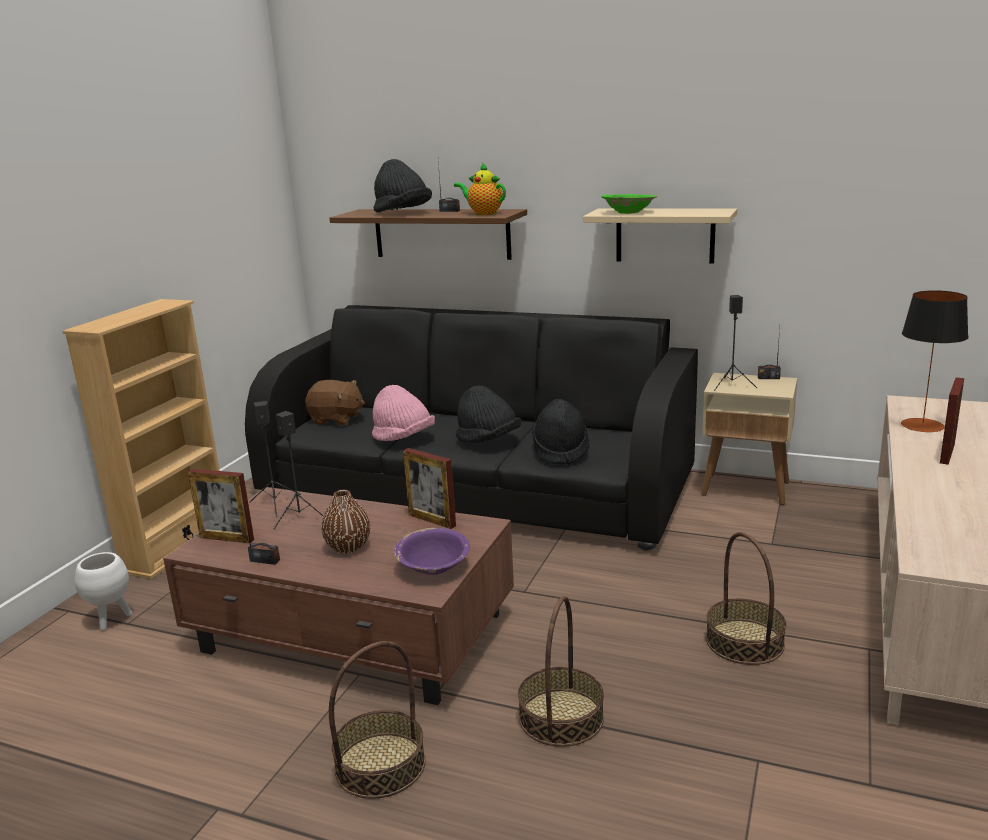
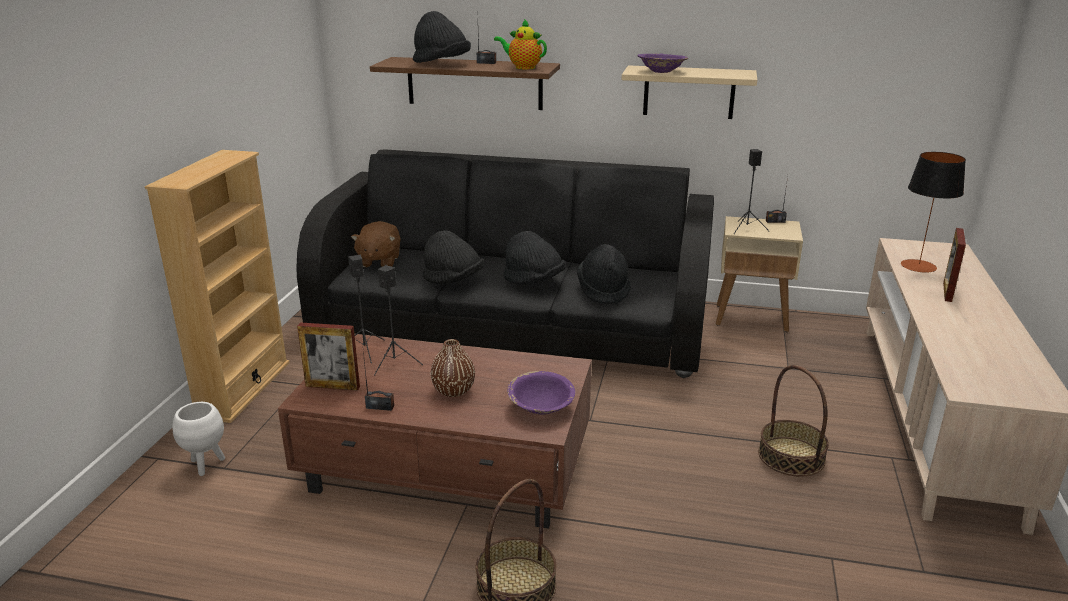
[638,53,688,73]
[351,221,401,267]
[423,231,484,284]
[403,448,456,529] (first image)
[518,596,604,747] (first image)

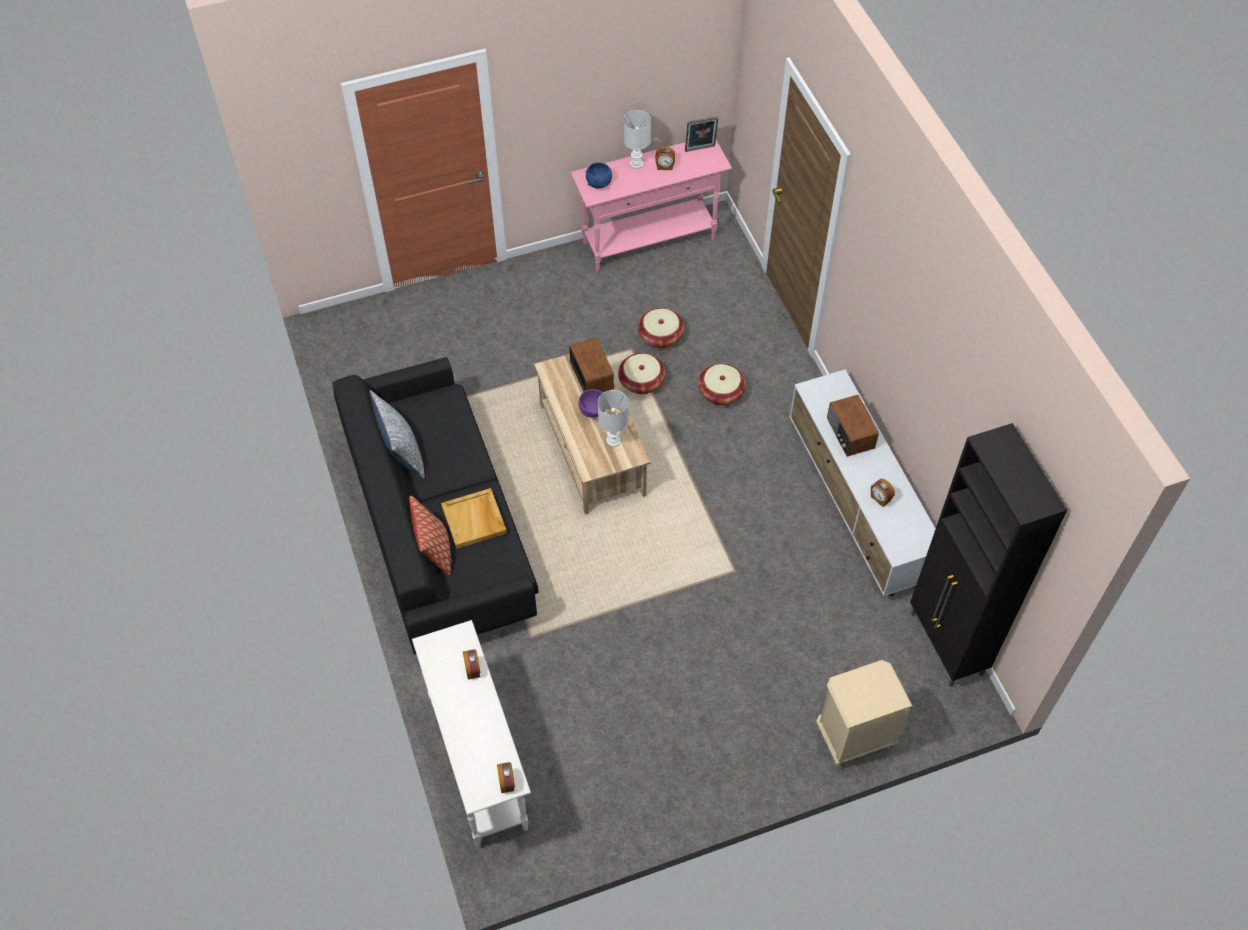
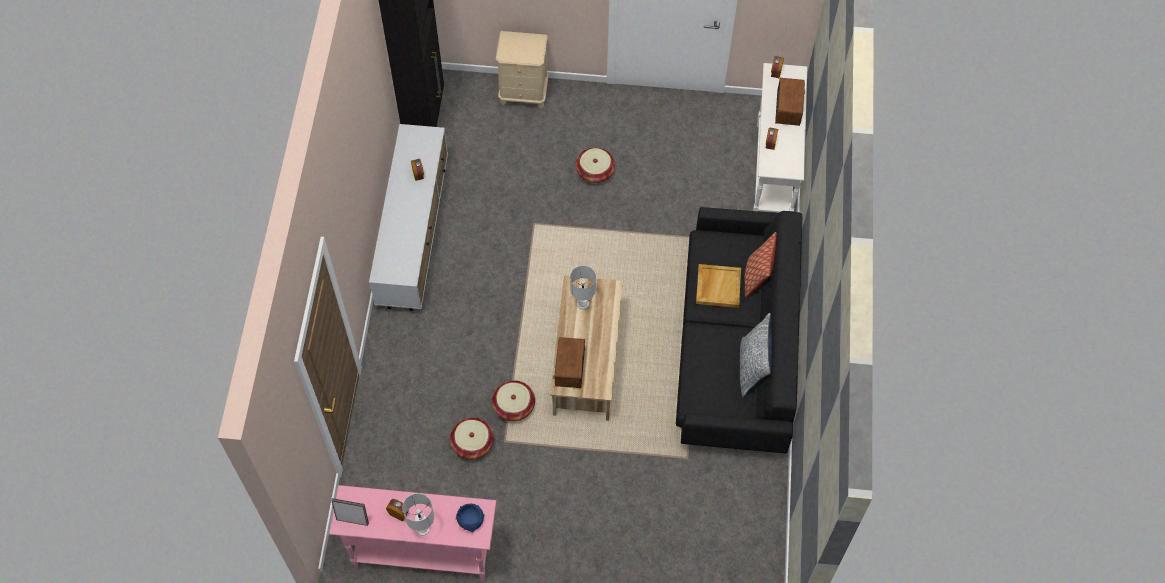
[575,148,615,183]
[579,389,605,418] (first image)
[775,78,805,126]

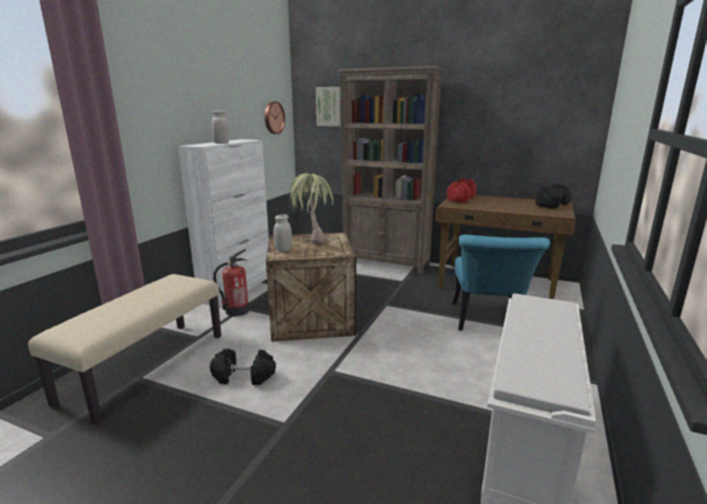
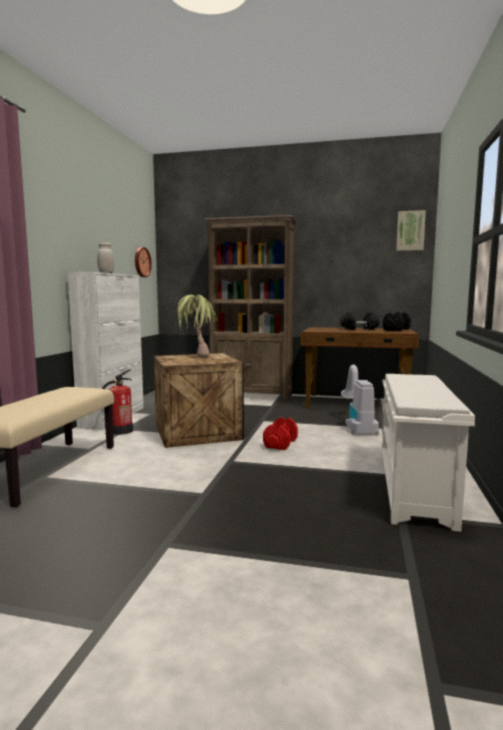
[396,210,426,251]
[263,417,298,450]
[273,214,292,252] (first image)
[341,365,379,434]
[340,312,379,330]

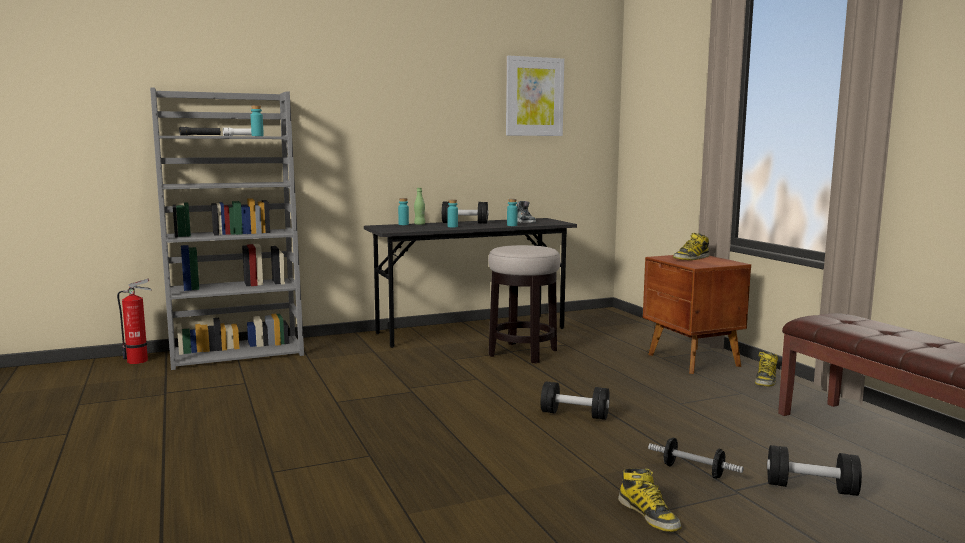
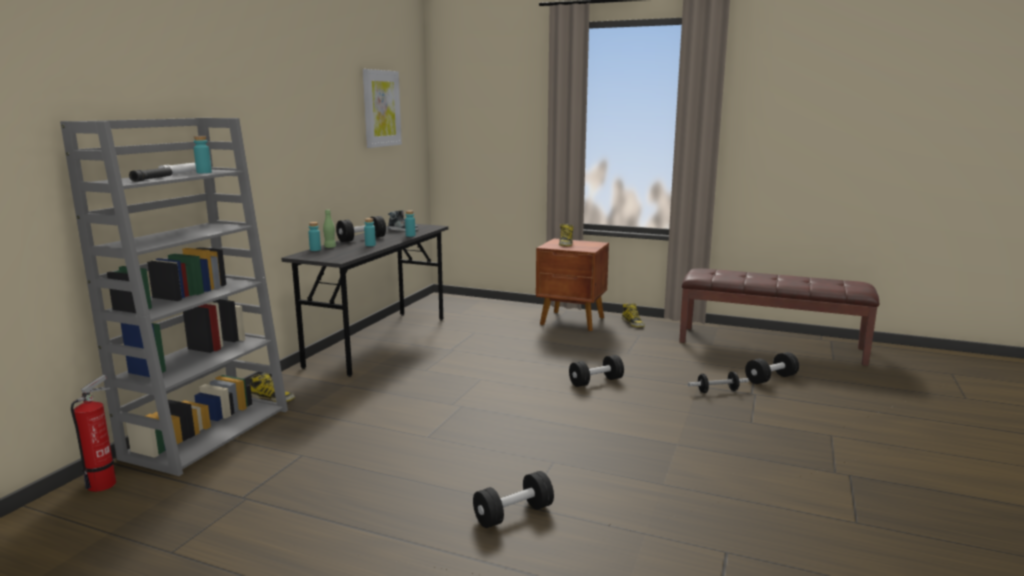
[488,245,561,364] (first image)
[250,373,295,402]
[473,471,554,528]

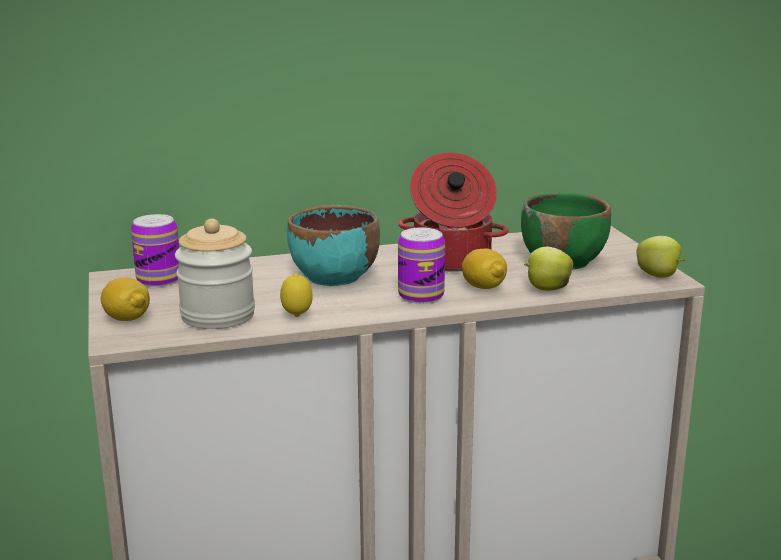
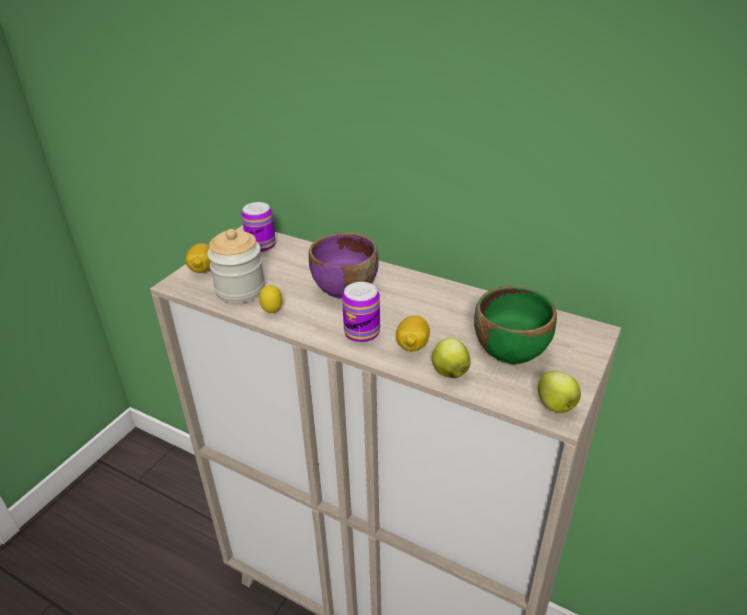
[398,153,508,272] (first image)
[309,232,379,299]

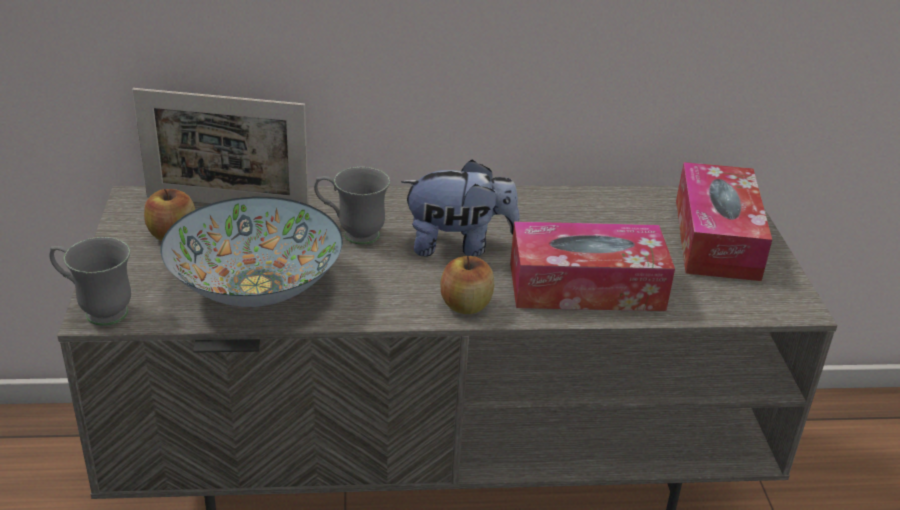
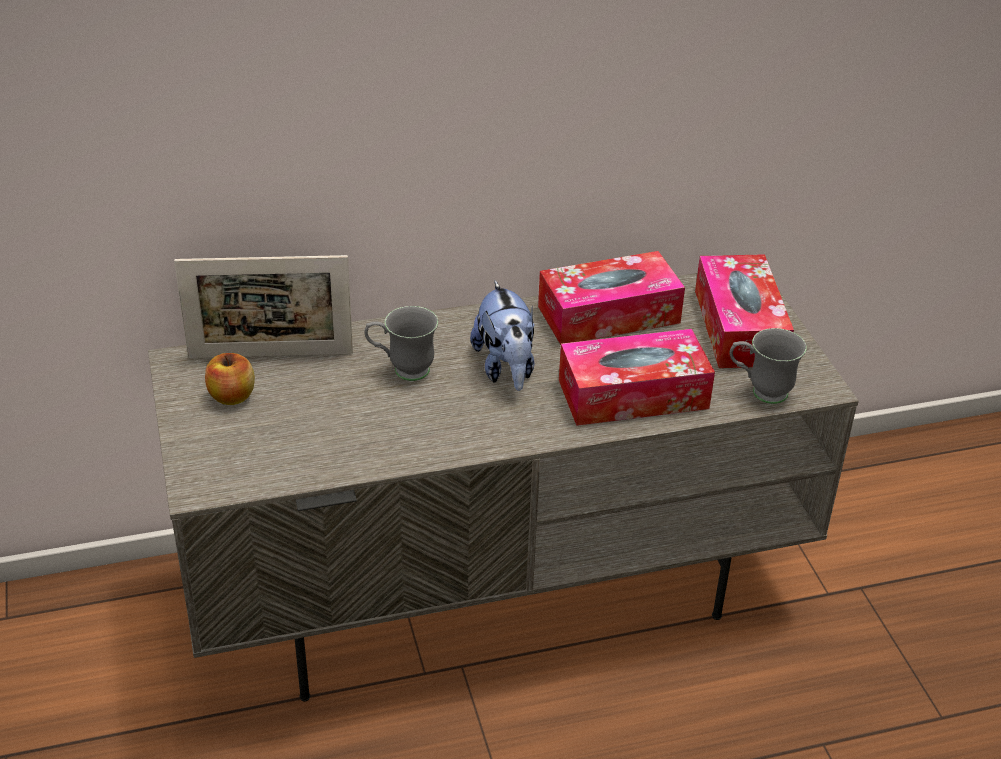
[470,281,535,391]
[161,196,343,307] (first image)
[730,328,807,404]
[440,256,494,314] (first image)
[538,251,685,345]

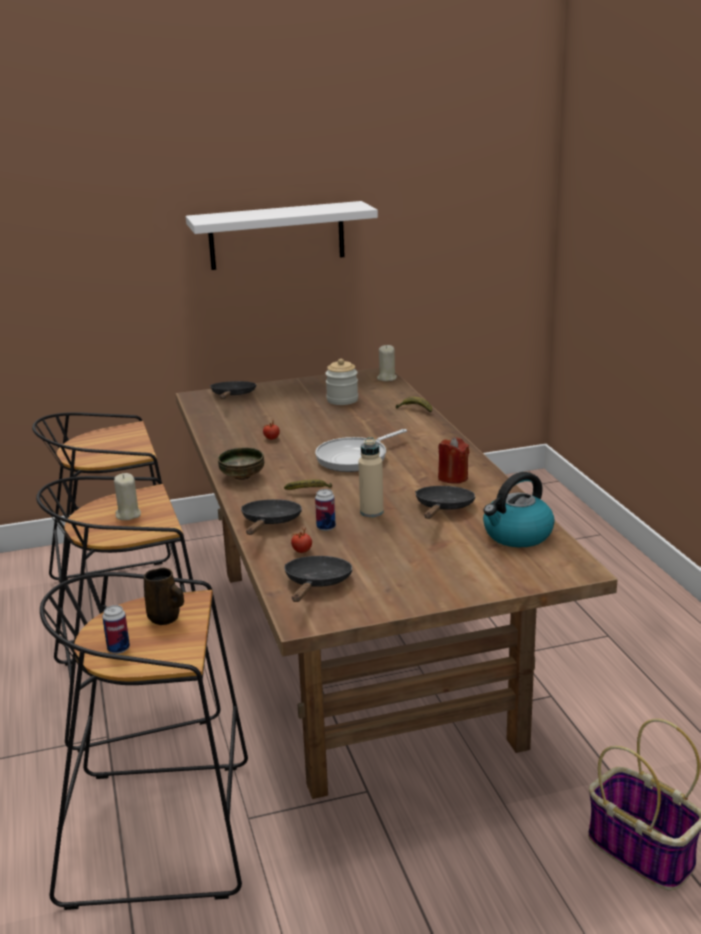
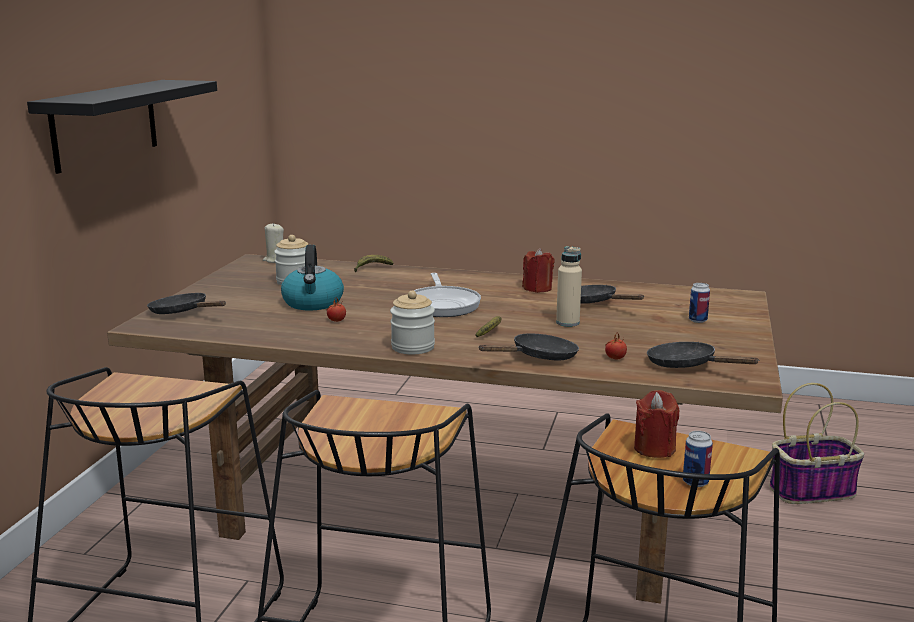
[27,80,217,174]
[390,291,435,354]
[281,245,344,310]
[114,473,141,520] (first image)
[689,283,710,323]
[478,333,579,360]
[634,390,679,458]

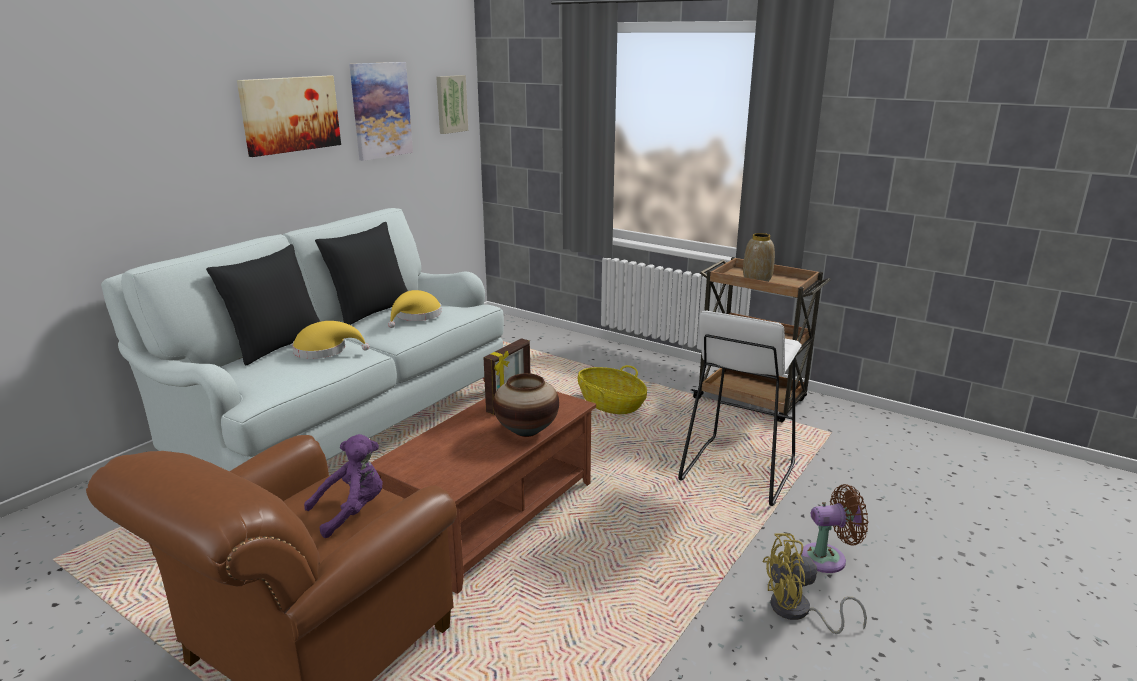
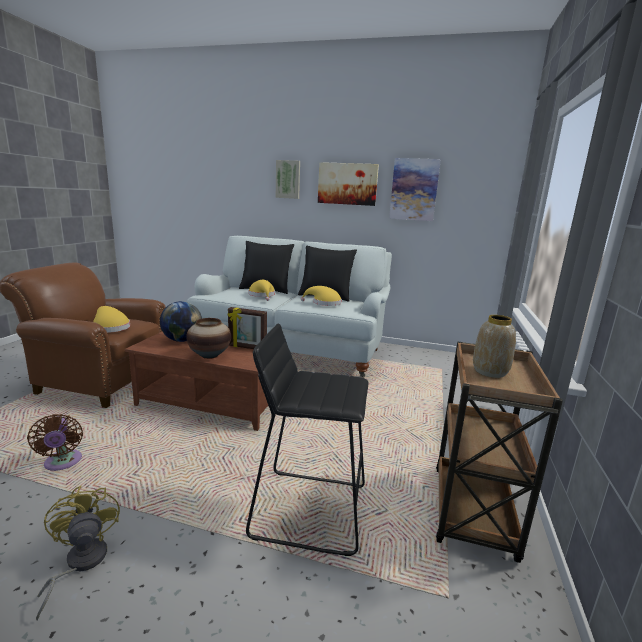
[276,160,300,199]
[246,323,369,556]
[578,365,647,414] (first image)
[93,306,130,333]
[27,414,83,471]
[160,301,202,342]

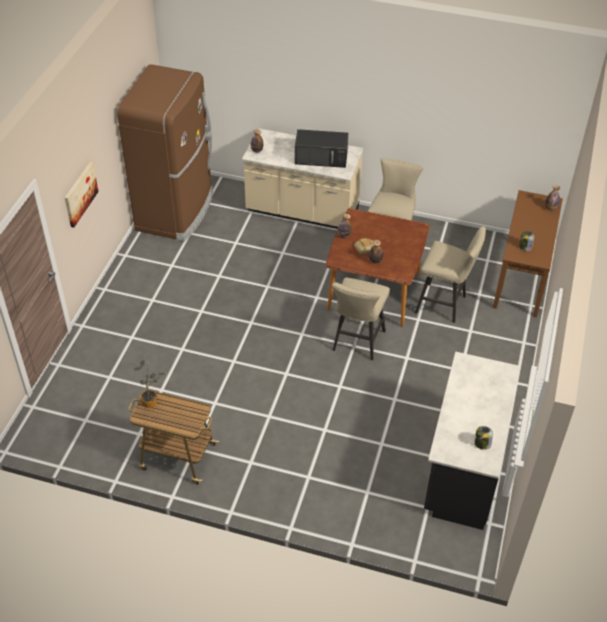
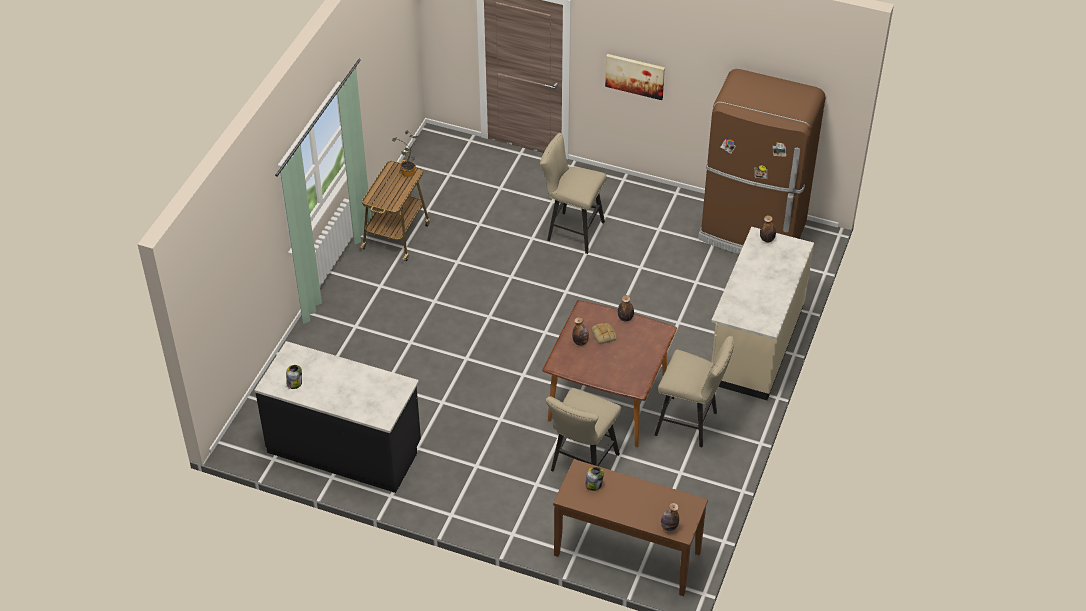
[295,129,348,168] (first image)
[540,133,607,254]

